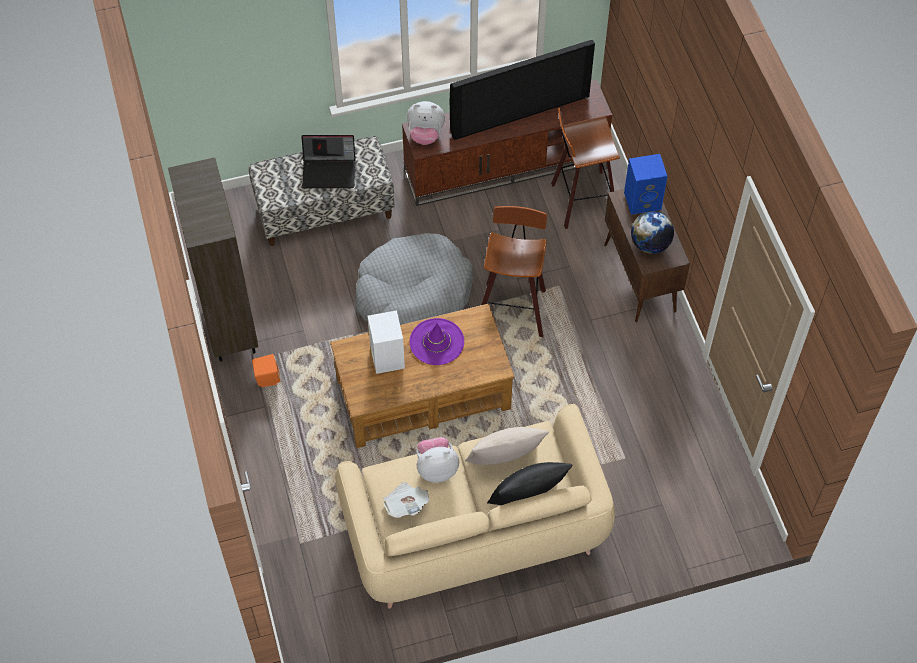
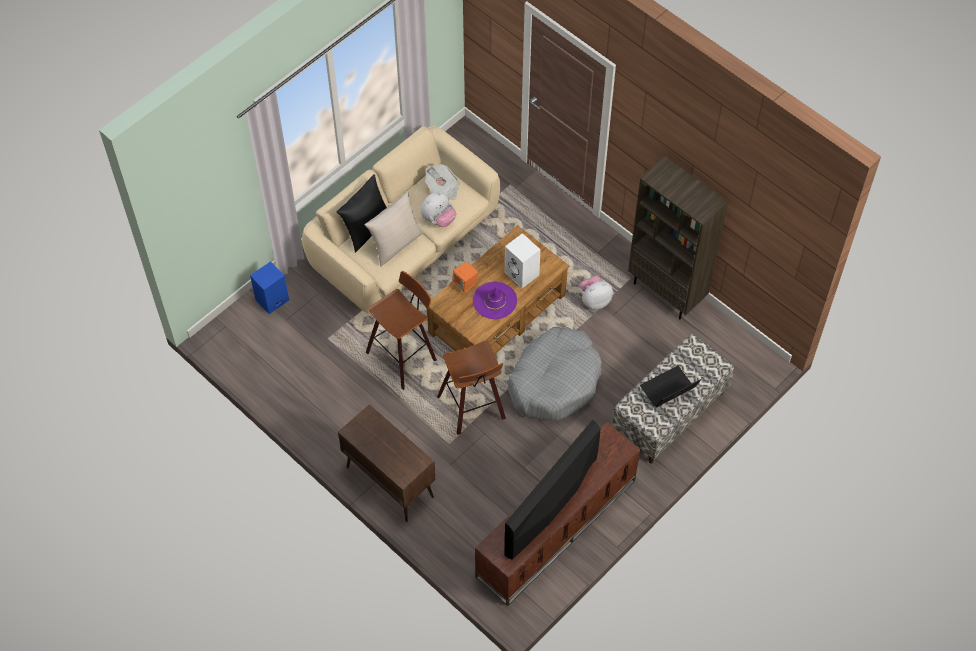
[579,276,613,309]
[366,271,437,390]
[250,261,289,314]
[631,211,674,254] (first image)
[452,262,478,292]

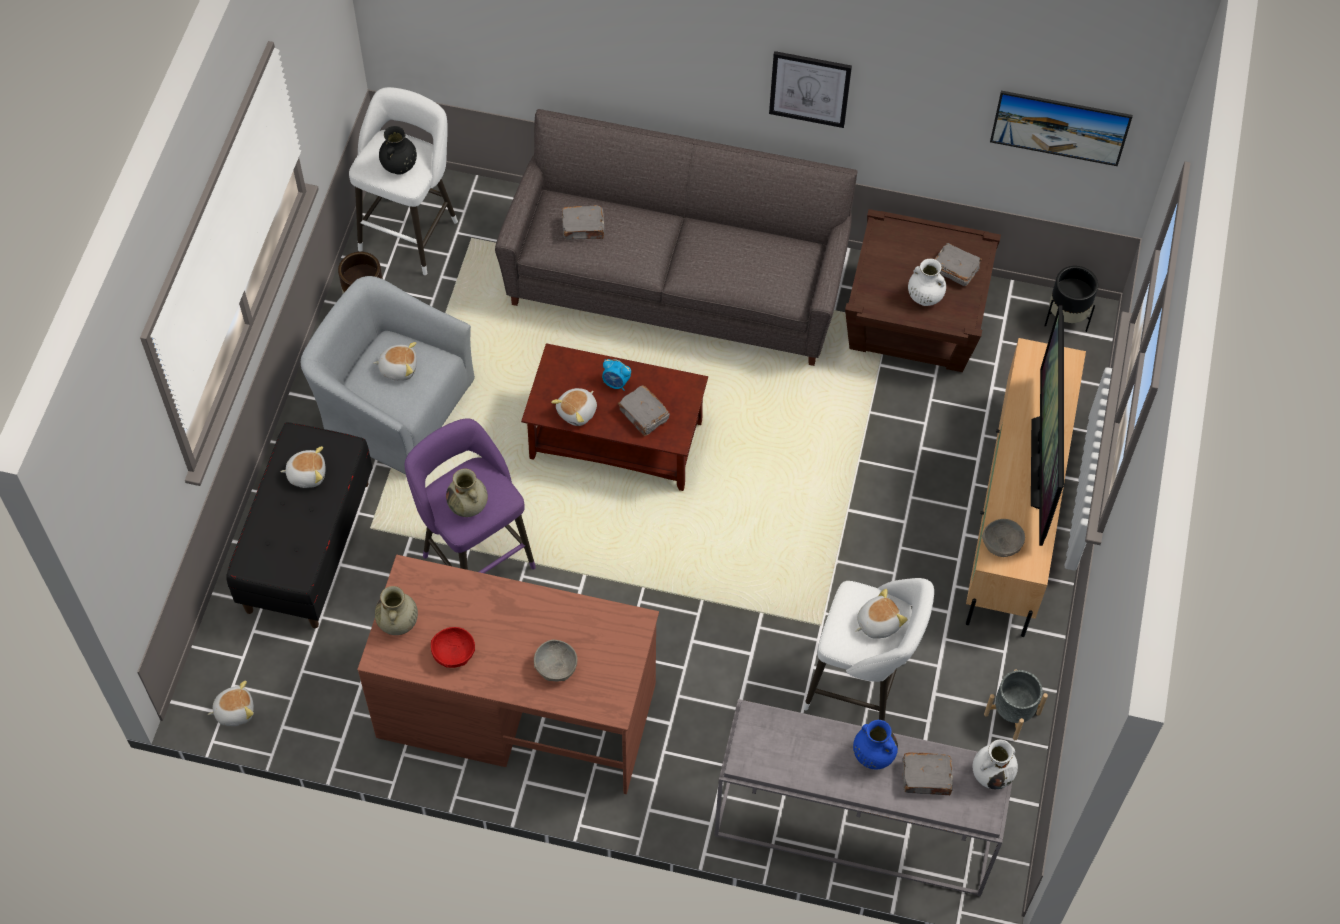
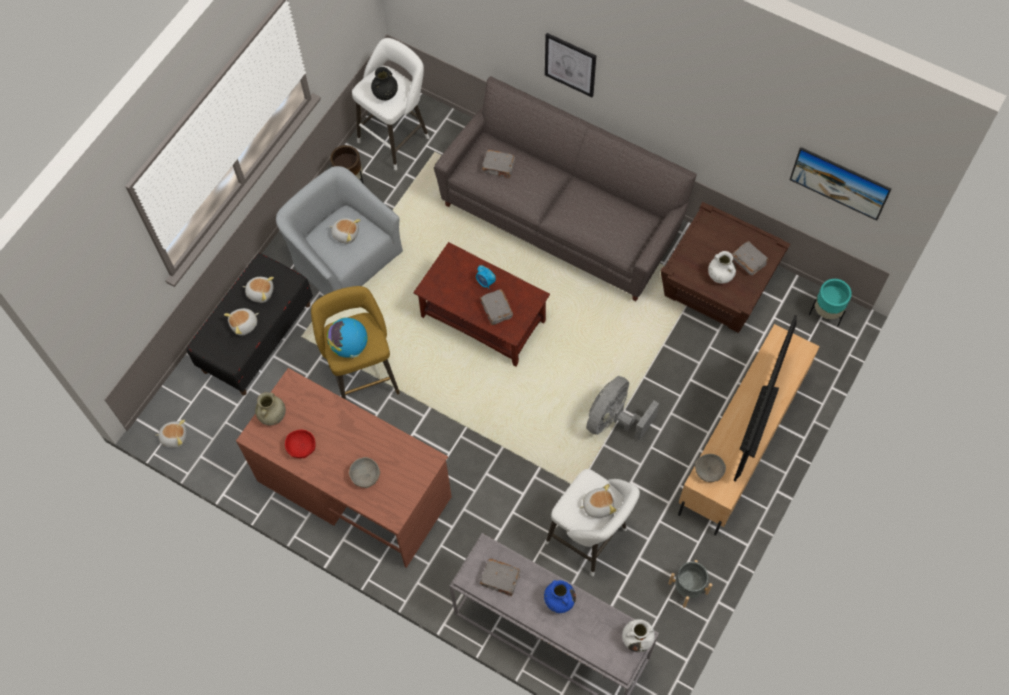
[545,33,596,97]
[809,279,852,327]
[224,308,259,336]
[311,286,400,400]
[327,318,368,358]
[480,559,521,596]
[586,376,659,441]

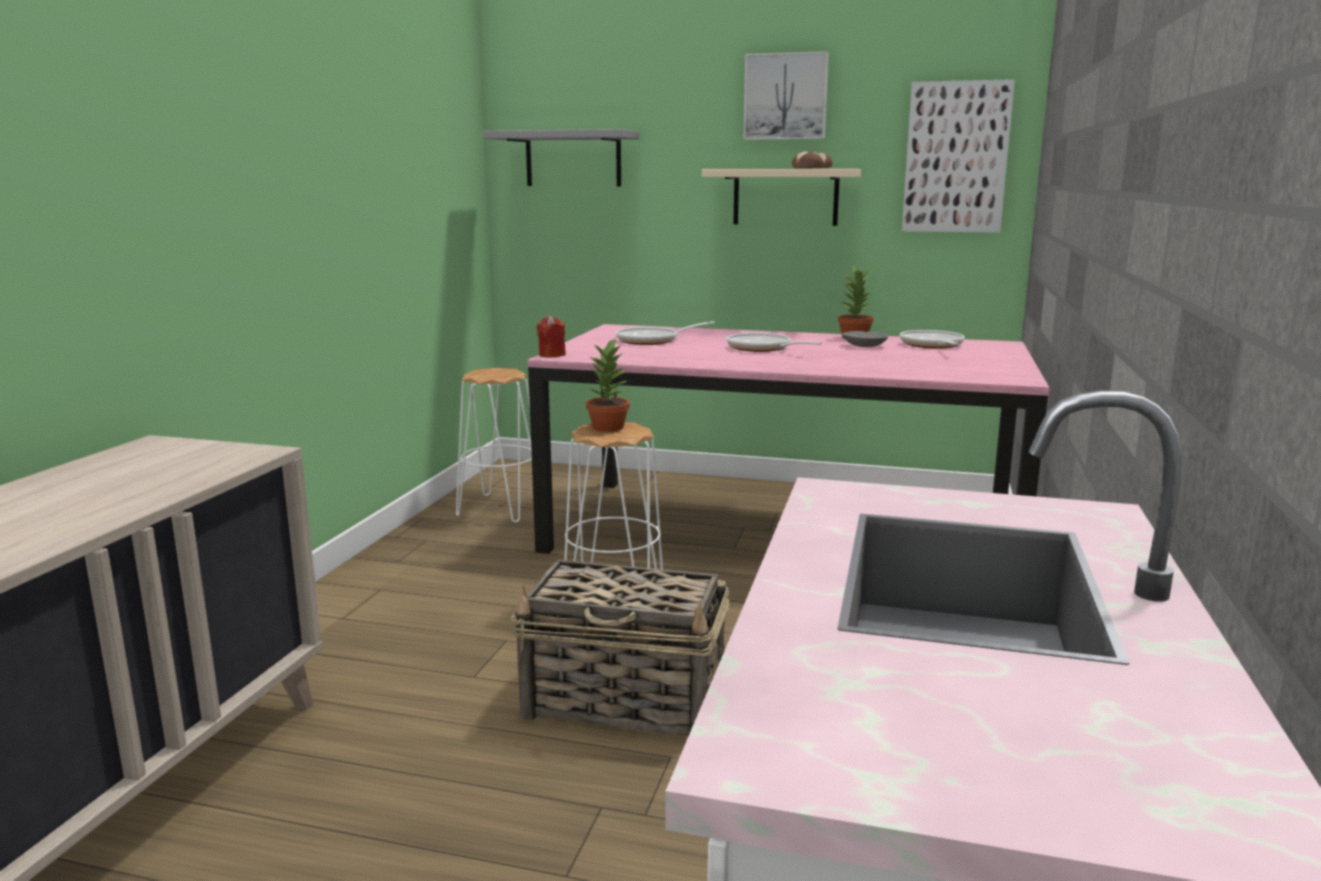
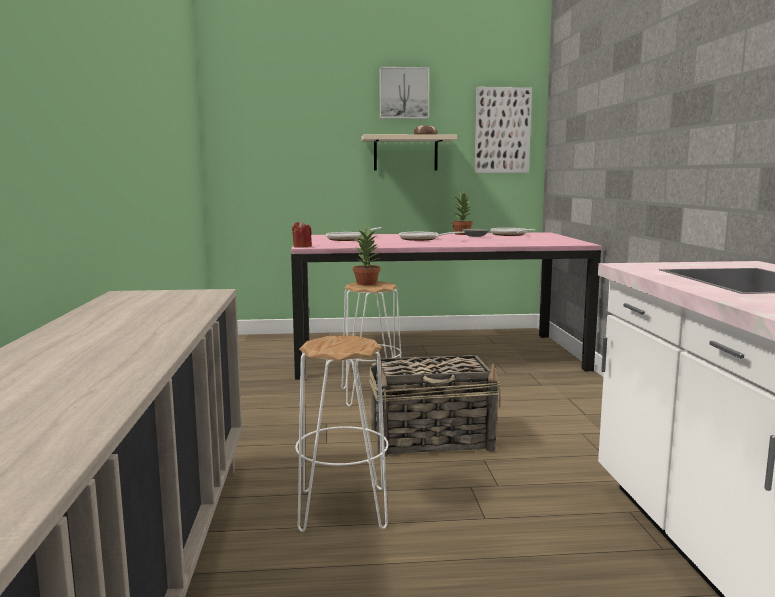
[483,129,640,186] (first image)
[295,335,389,532]

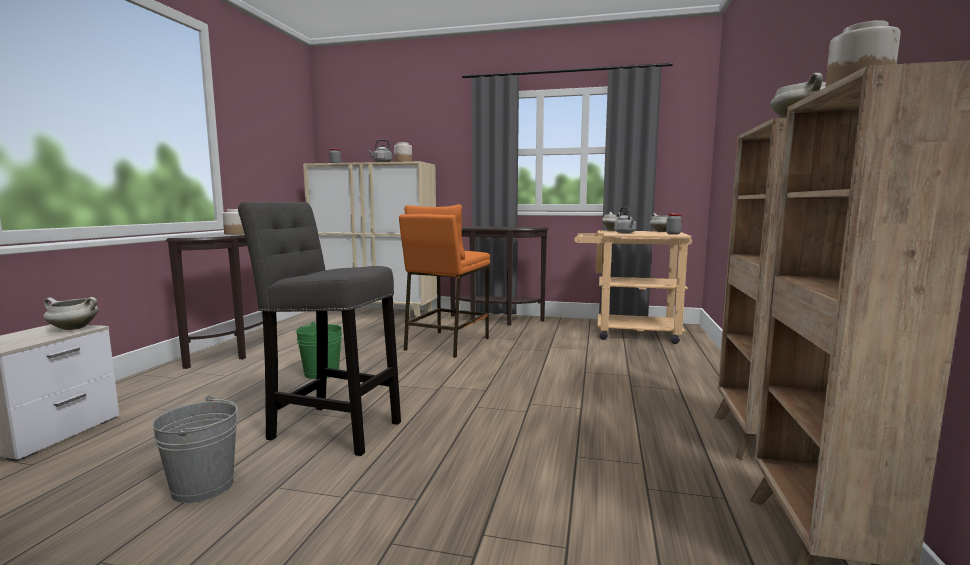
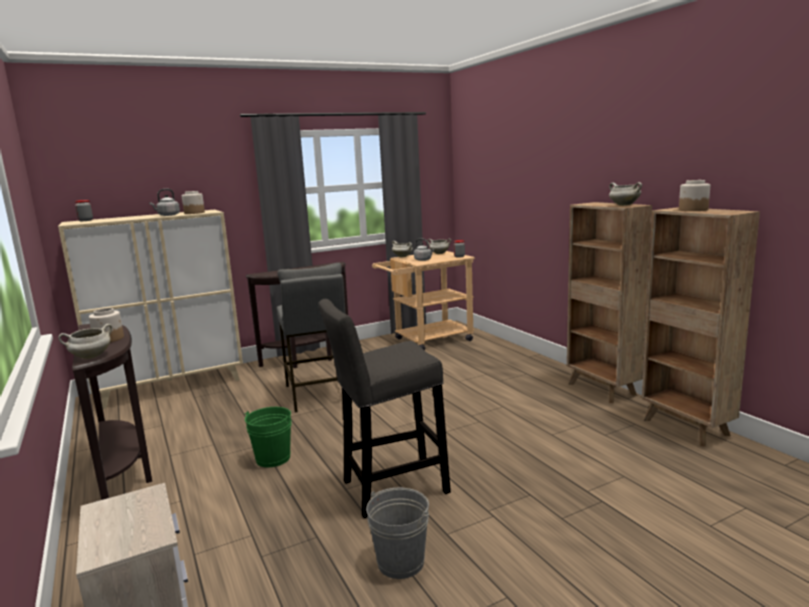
[277,263,346,413]
[58,324,112,359]

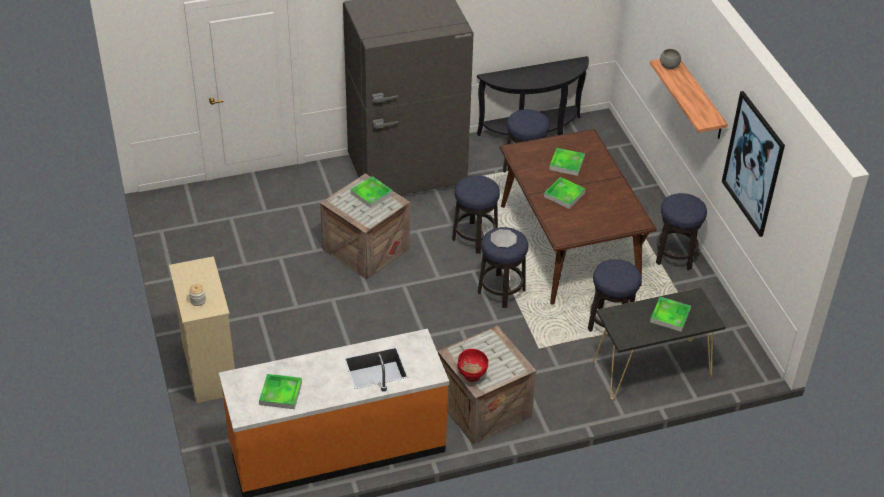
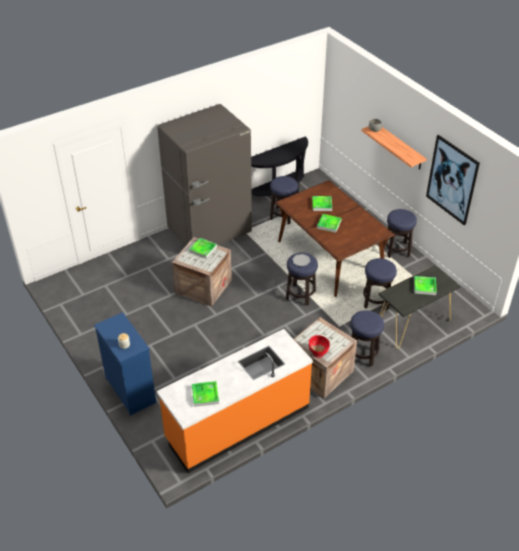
[350,310,384,367]
[94,312,156,415]

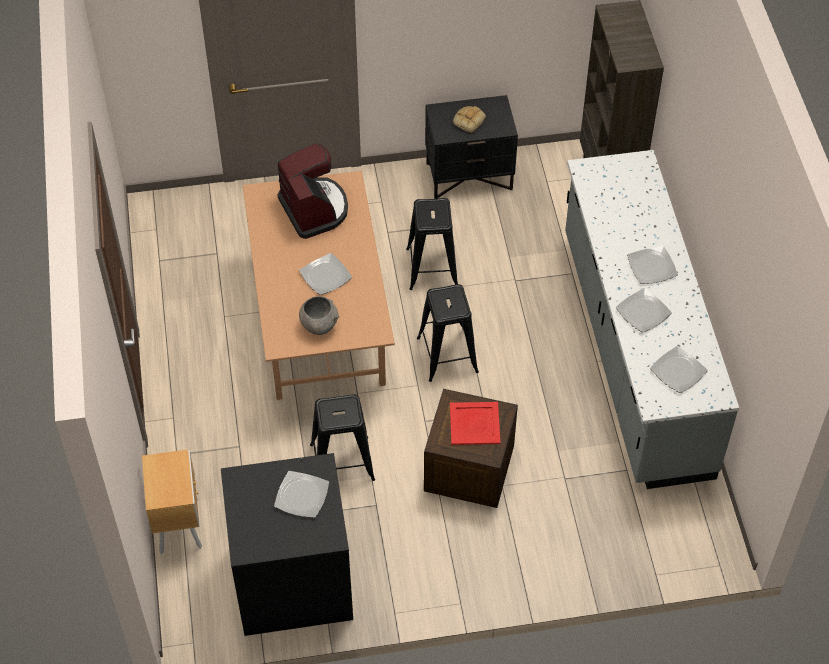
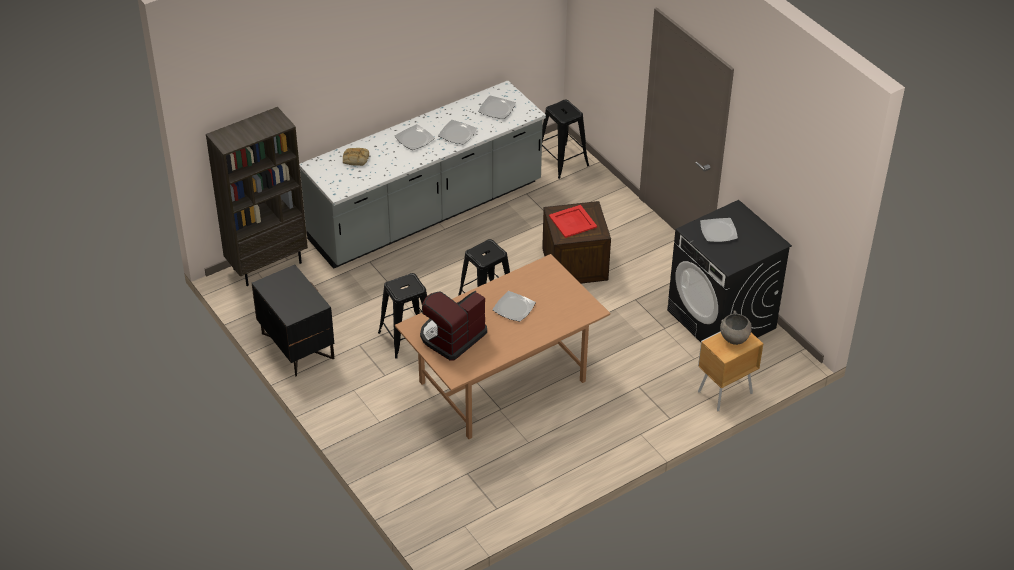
[343,148,369,166]
[720,311,752,345]
[542,100,589,179]

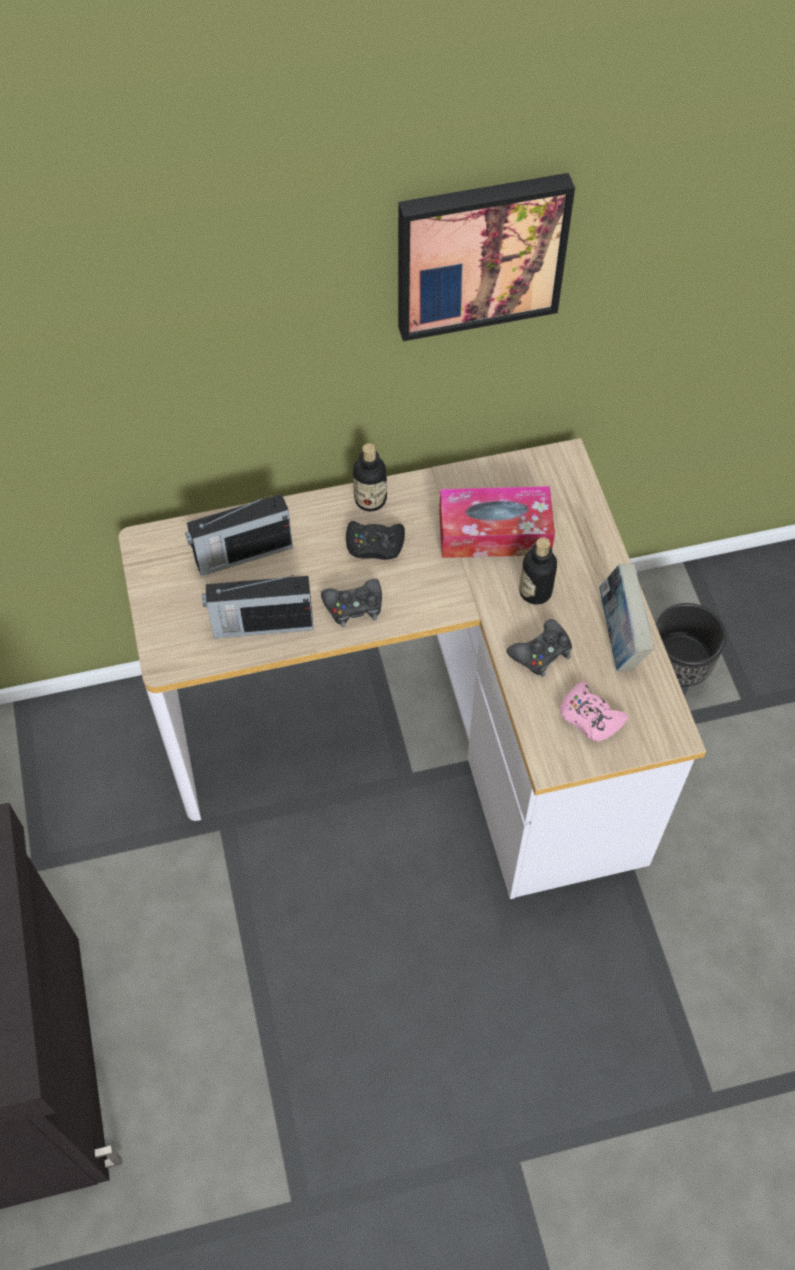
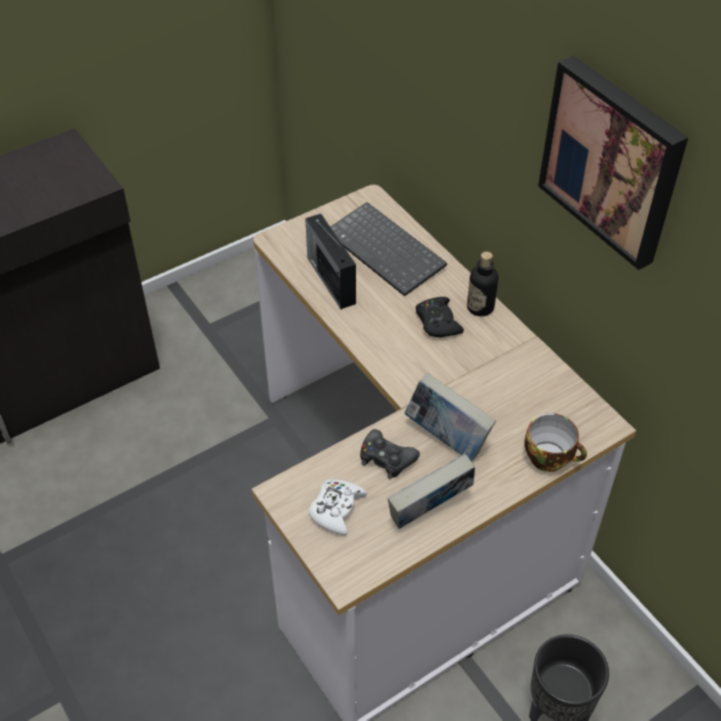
[439,486,555,558] (first image)
[330,202,447,296]
[404,373,496,462]
[321,579,382,628] (first image)
[309,479,367,536]
[524,413,587,472]

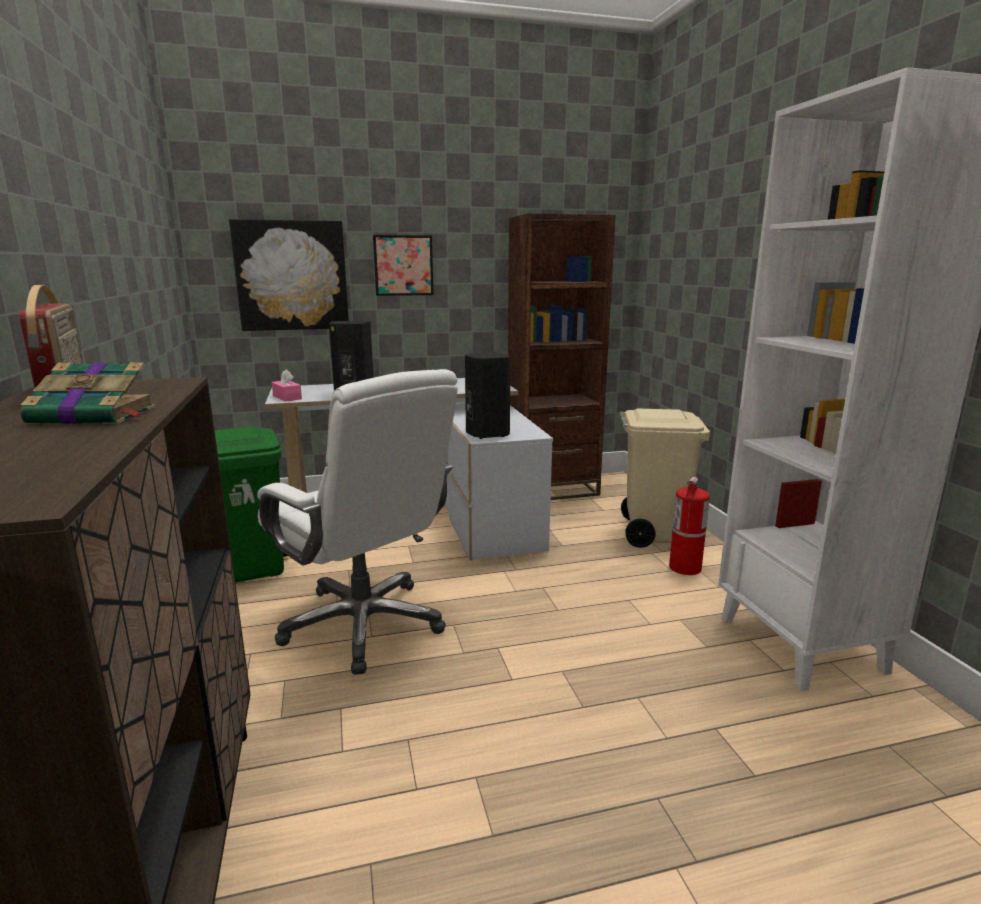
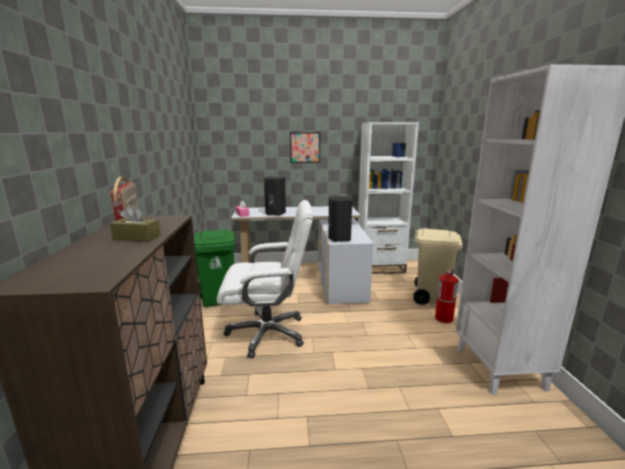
[358,122,419,274]
[229,219,349,331] (first image)
[110,205,161,242]
[217,200,313,358]

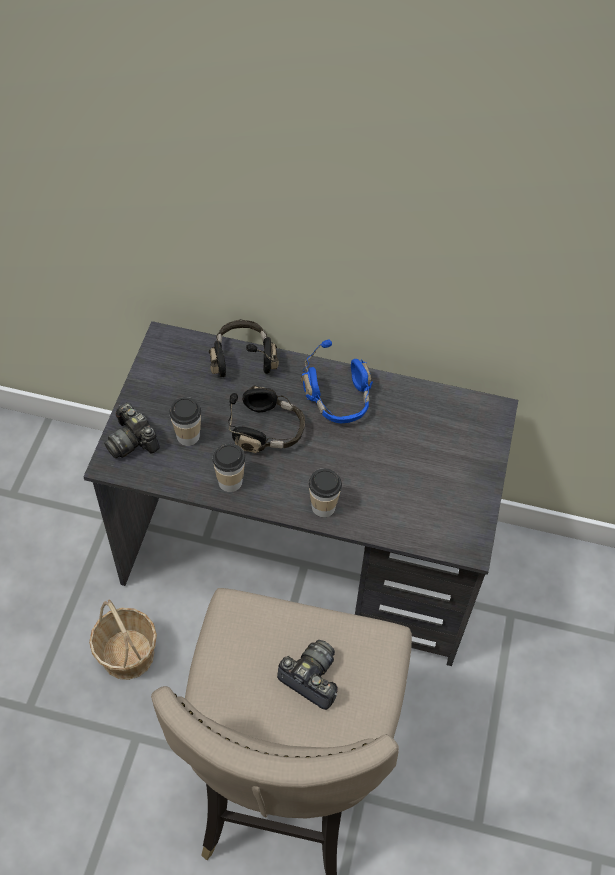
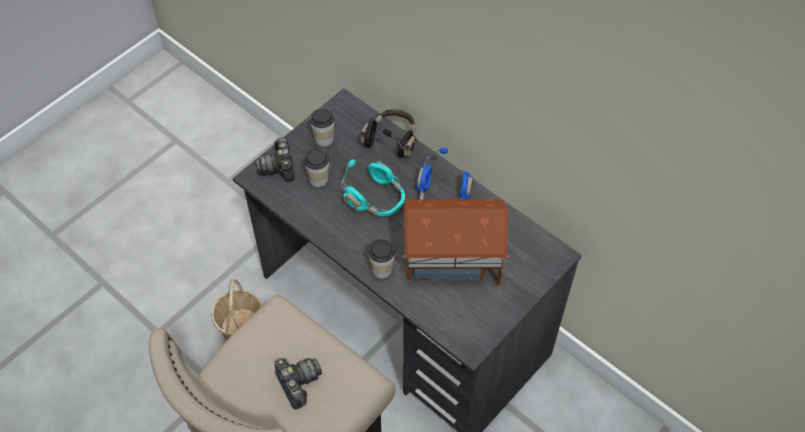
[341,159,405,217]
[310,108,334,146]
[403,199,509,285]

